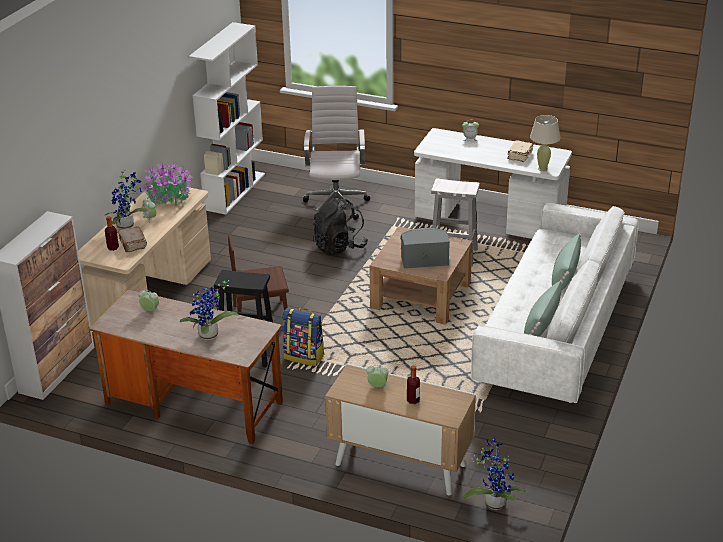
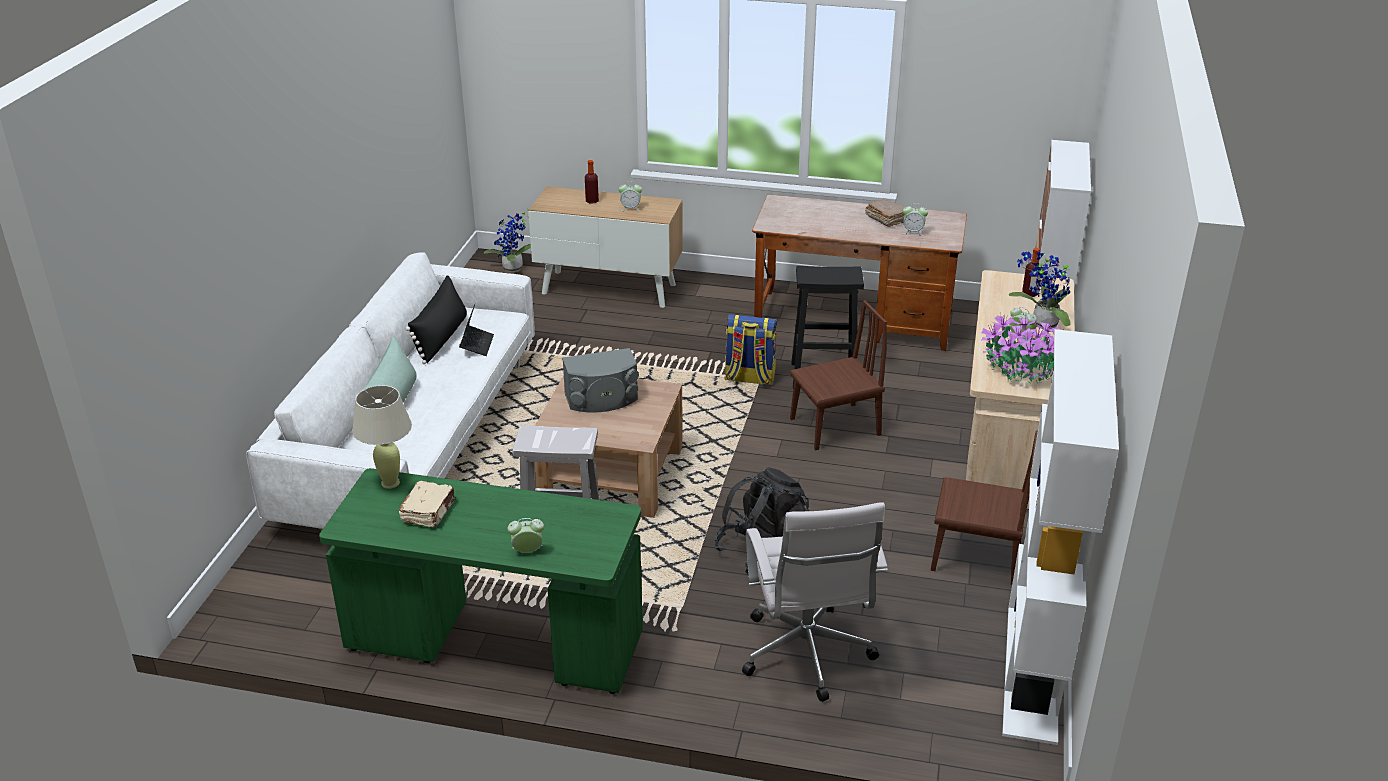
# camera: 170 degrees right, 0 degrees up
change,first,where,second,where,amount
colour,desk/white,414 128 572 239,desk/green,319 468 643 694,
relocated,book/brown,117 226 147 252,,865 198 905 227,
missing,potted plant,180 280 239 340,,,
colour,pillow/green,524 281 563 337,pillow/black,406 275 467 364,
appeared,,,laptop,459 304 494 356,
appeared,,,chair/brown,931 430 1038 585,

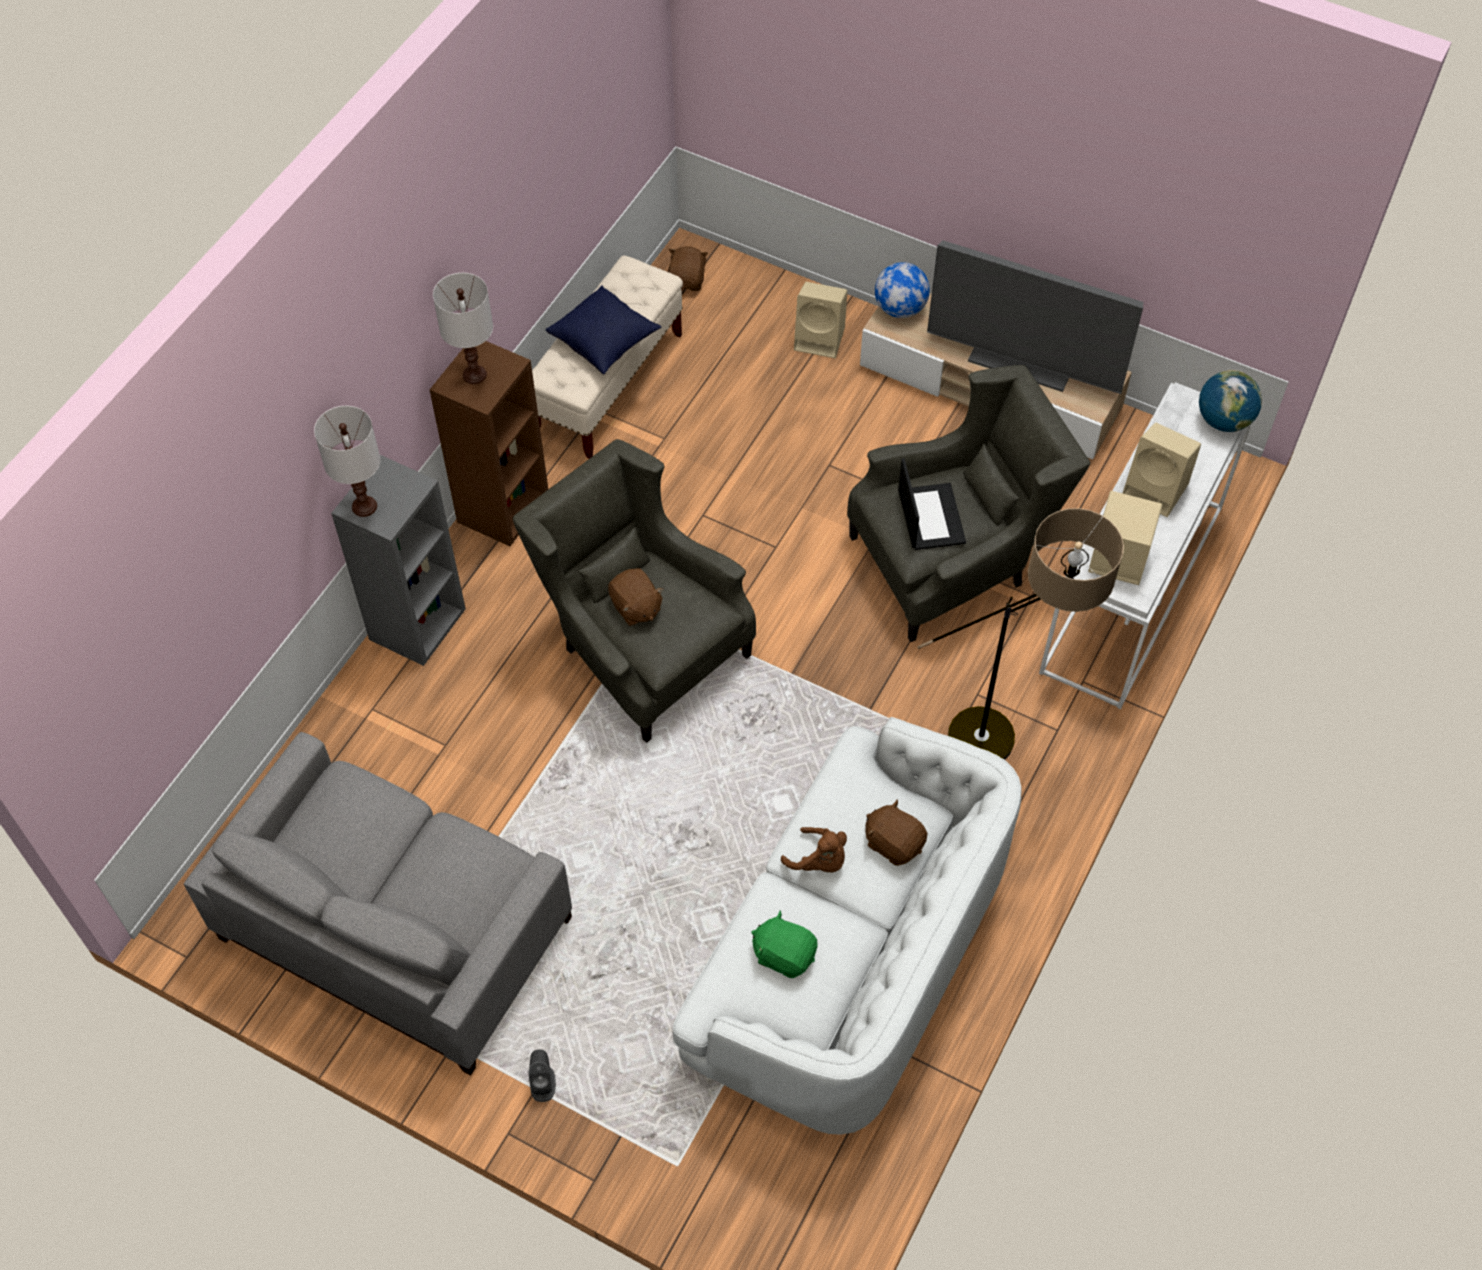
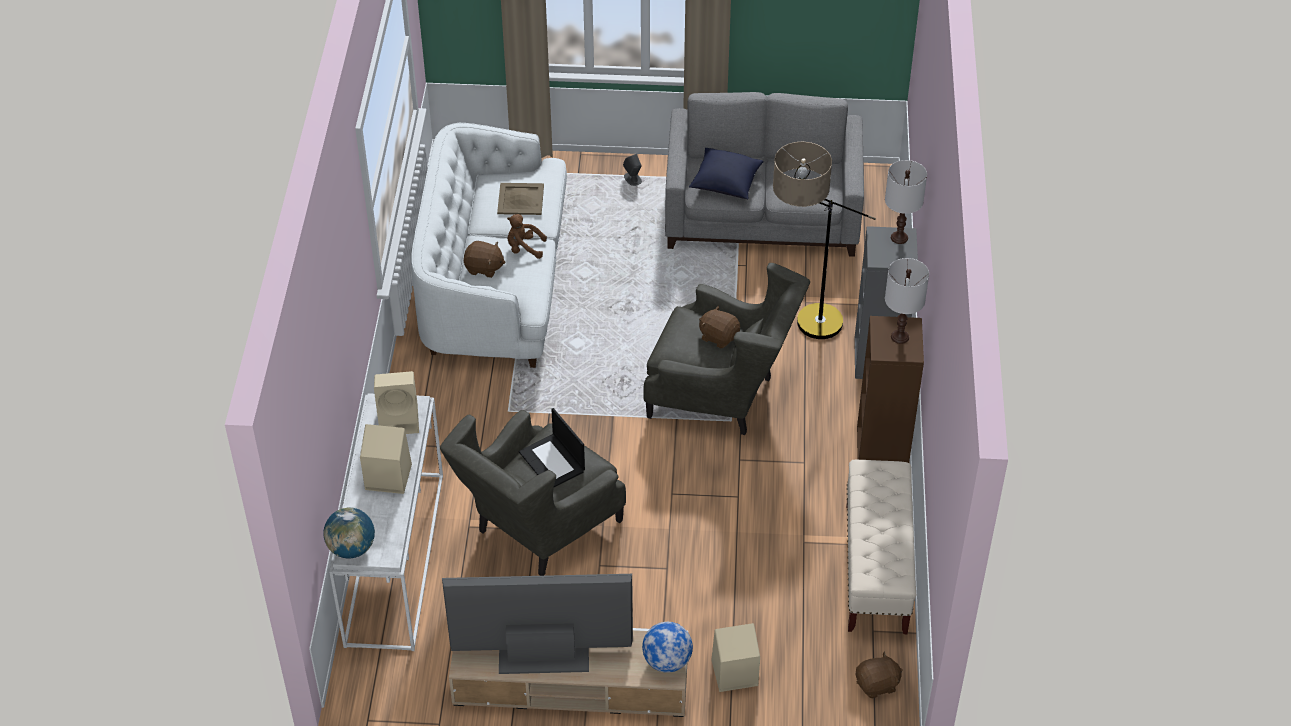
# camera: 155 degrees right, 10 degrees down
change,first,where,second,where,amount
spun,plush toy/brown,668 246 708 291,,855 652 903 698,90 degrees counterclockwise
relocated,pillow/blue,545 285 661 375,,689 148 764 200,
relocated,floor lamp,917 508 1124 760,,773 142 876 339,
exchanged,plush toy/green,751 910 817 978,tray/beige,497 183 544 215,

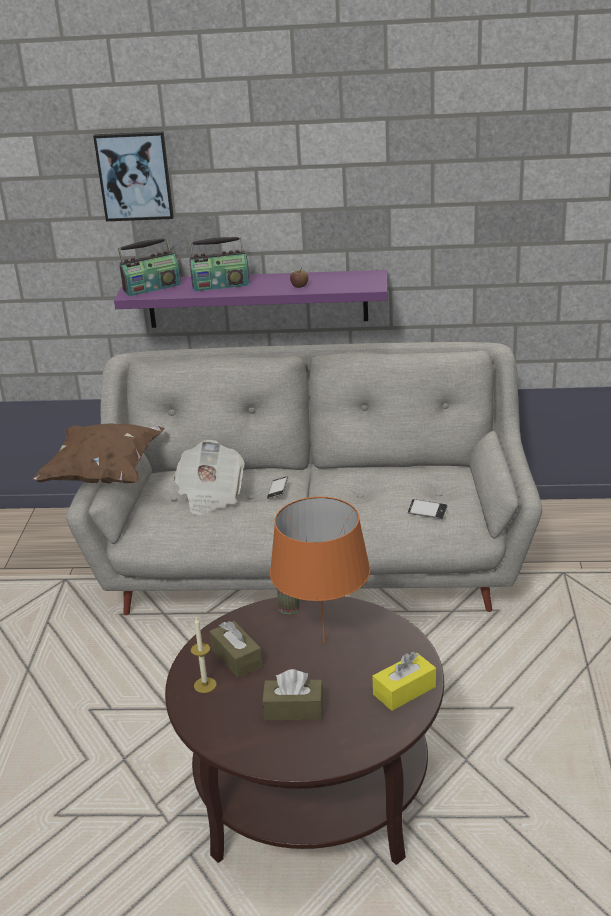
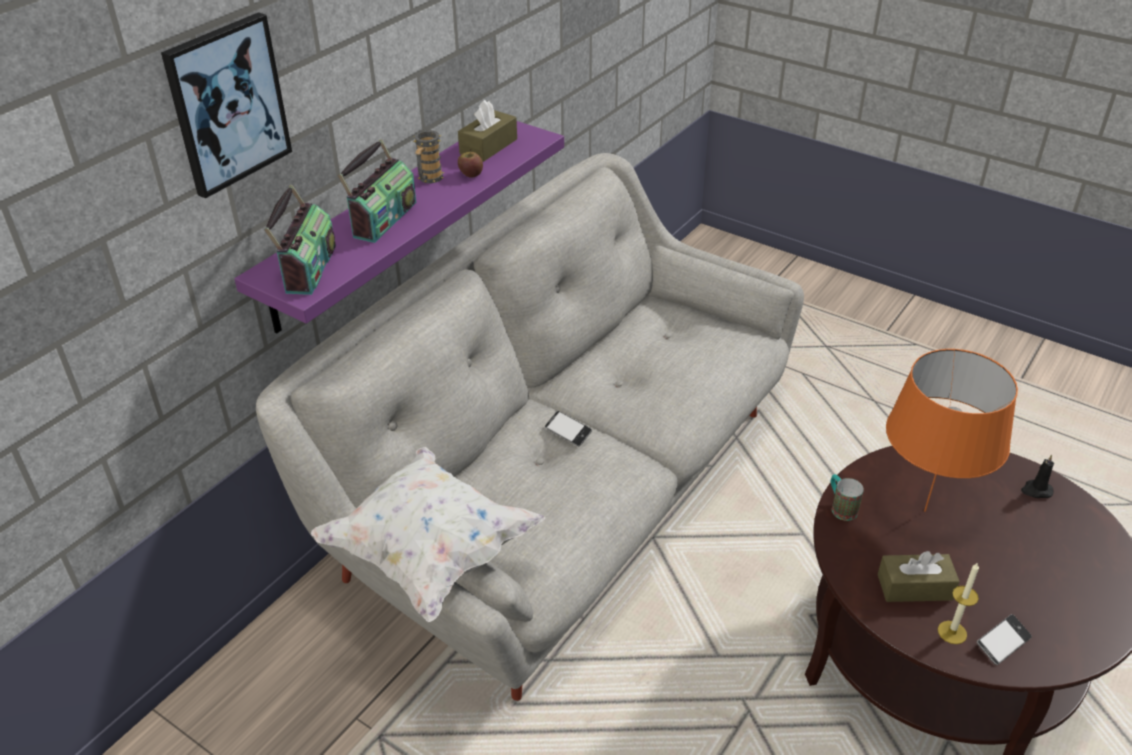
# camera: 60 degrees left, 10 degrees up
change,first,where,second,where,amount
colour,pillow/brown,32 423 165 484,pillow/white,311 447 545 622,
missing,newspaper,173 440 245 515,,,
relocated,phone,408 499 447 519,,977 614 1032 665,
exchanged,tissue box/yellow,372 652 436 711,candle/black,1021 455 1054 498,
relocated,tissue box/brown,262 669 323 720,,458 100 517 162,
appeared,,,mug,413 130 445 183,

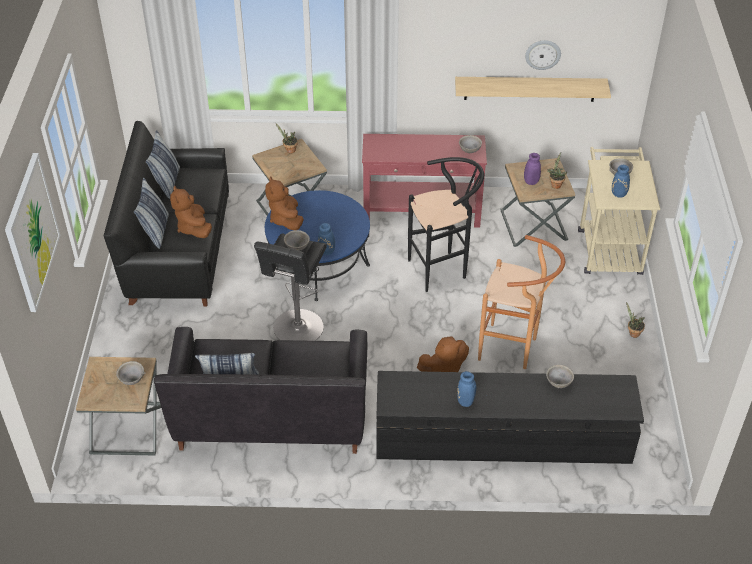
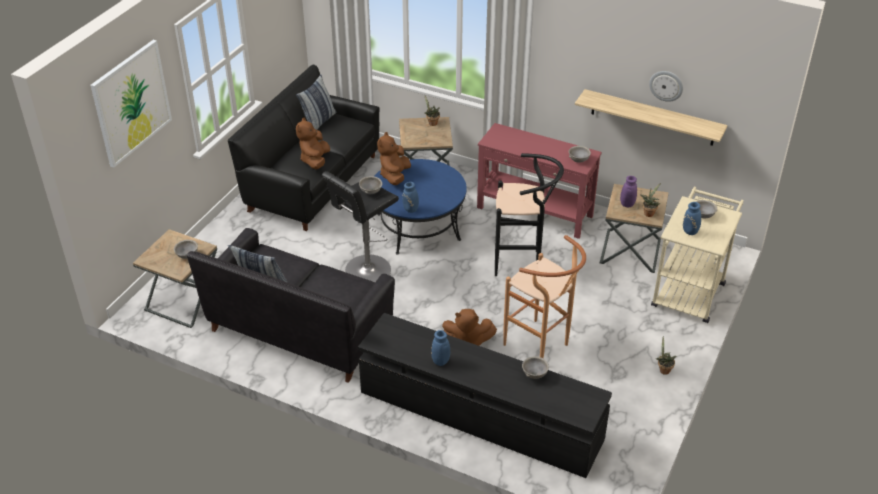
# camera: 25 degrees right, 5 degrees down
change,first,where,second,where,amount
missing,pillow,134 178 169 249,,,

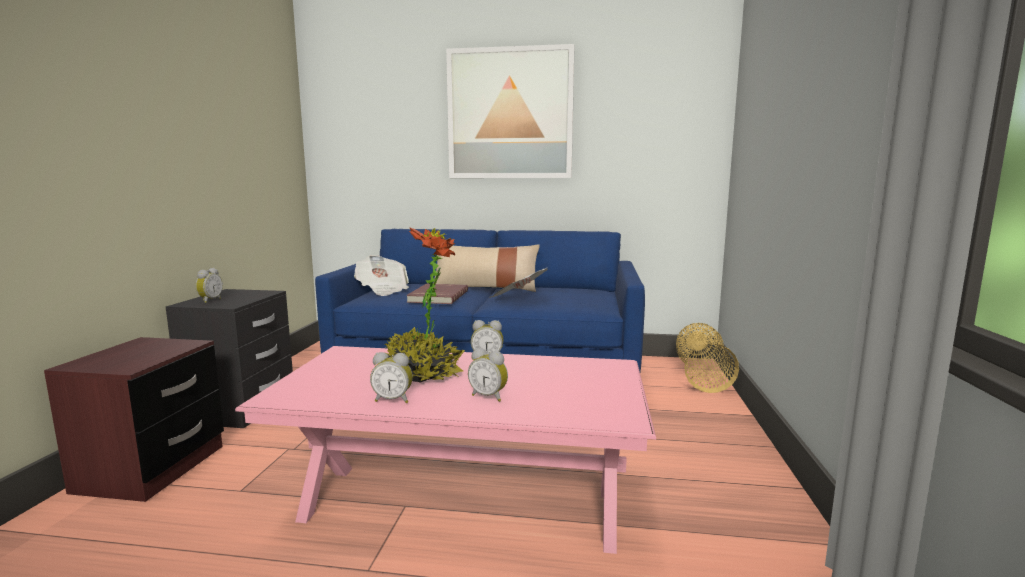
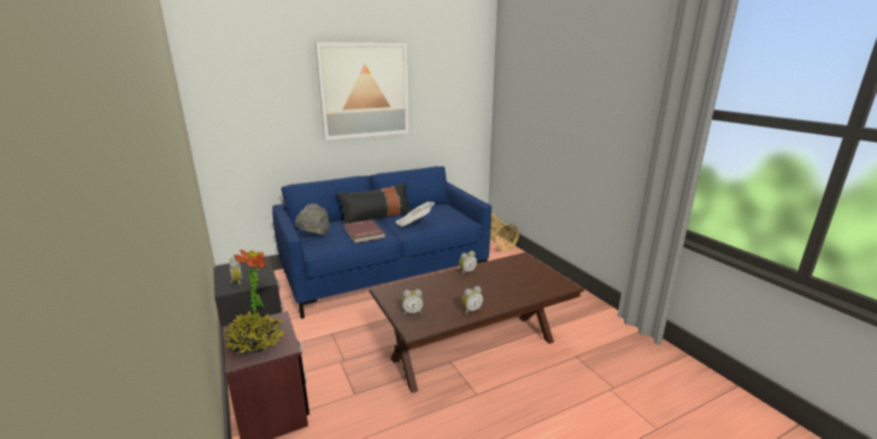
# camera: 35 degrees left, 10 degrees up
change,first,where,second,where,amount
relocated,potted plant,385 227 465 383,,224 250 286 354,
colour,pillow/beige,433 245 540 292,pillow/black,337 183 411 224,
exchanged,newspaper,354 255 409 296,hat/grey,295 204 330 235,
colour,coffee table/pink,235 346 656 554,coffee table/brown,369 252 585 393,
relocated,alarm clock,468 348 508 402,,402 289 423 315,

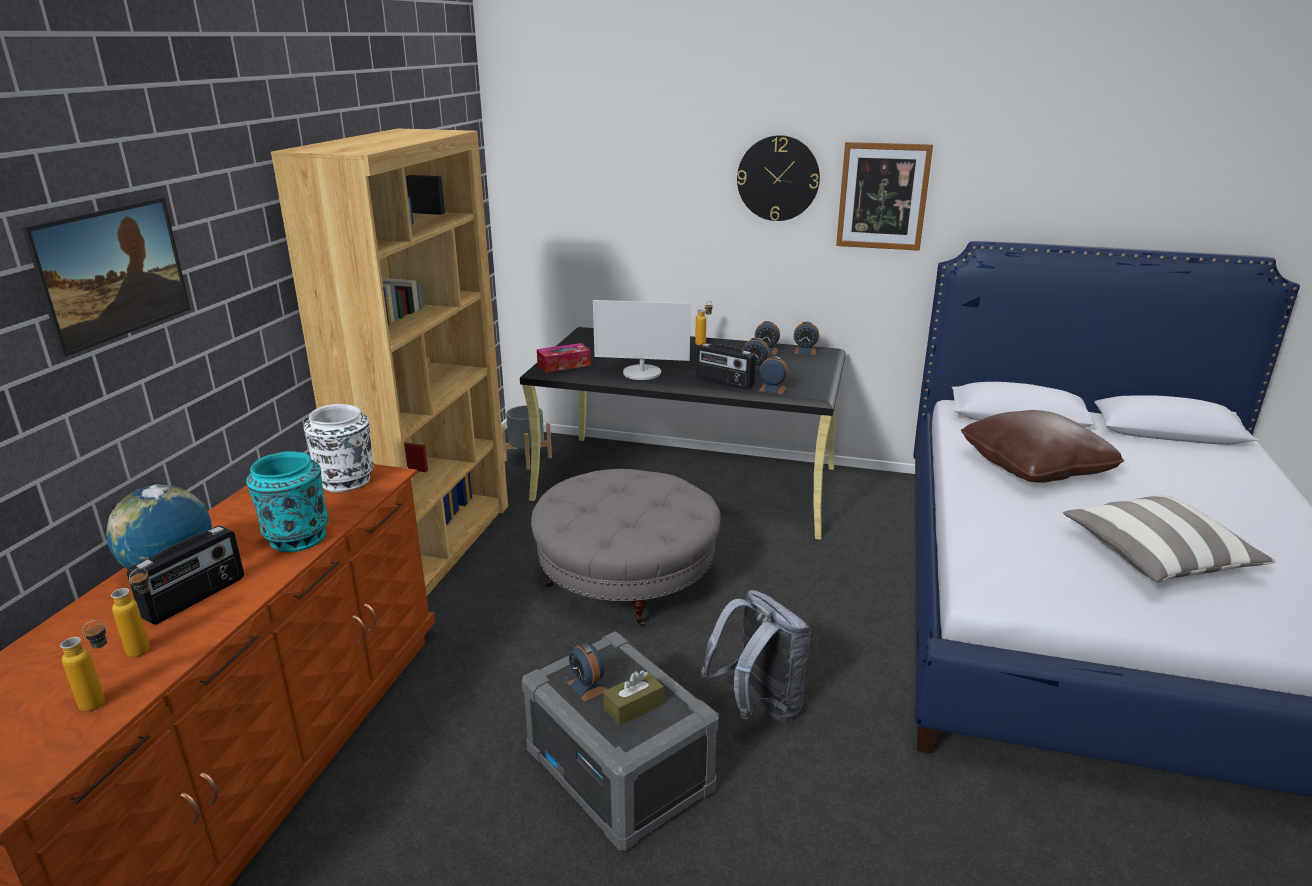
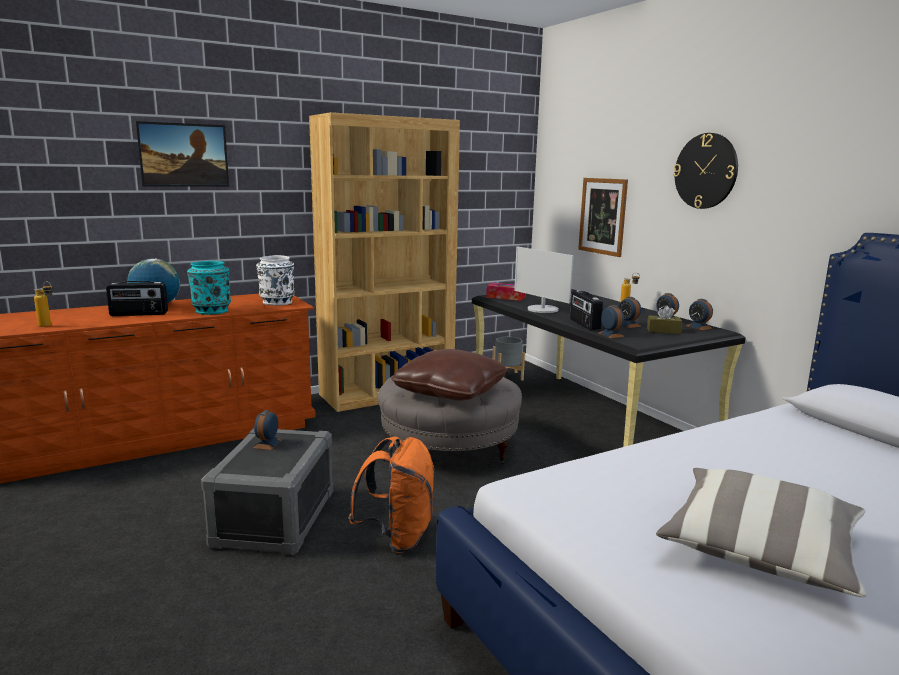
# camera: 45 degrees right, 10 degrees down
change,first,where,second,where,amount
relocated,picture,836 142 933 251,,578 178 628 257,
relocated,pillow/brown,961 410 1124 483,,391 349 508 401,
missing,bottle,111 568 150 658,,,
colour,backpack/grey,701 590 811 722,backpack/orange,348 437 435 553,
relocated,tissue box/brown,603 670 664 726,,647 305 682 334,

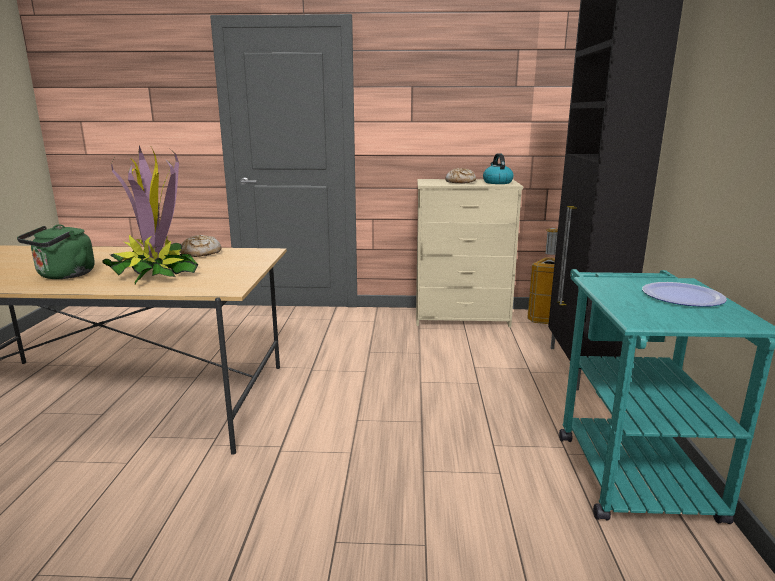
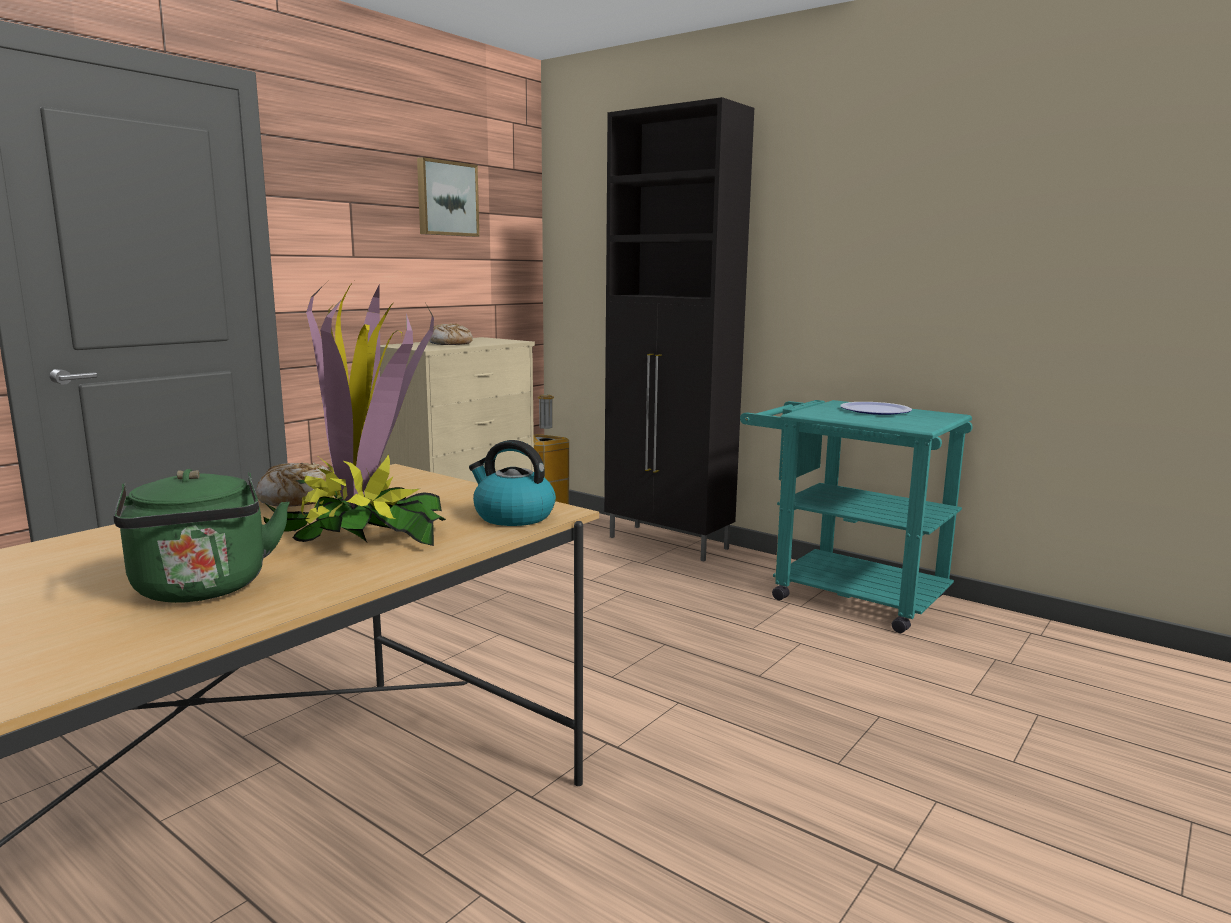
# camera: 55 degrees left, 5 degrees down
change,first,where,second,where,amount
relocated,kettle,483 153 514 184,,469 440 556 526,
appeared,,,picture,417 157 479 237,

